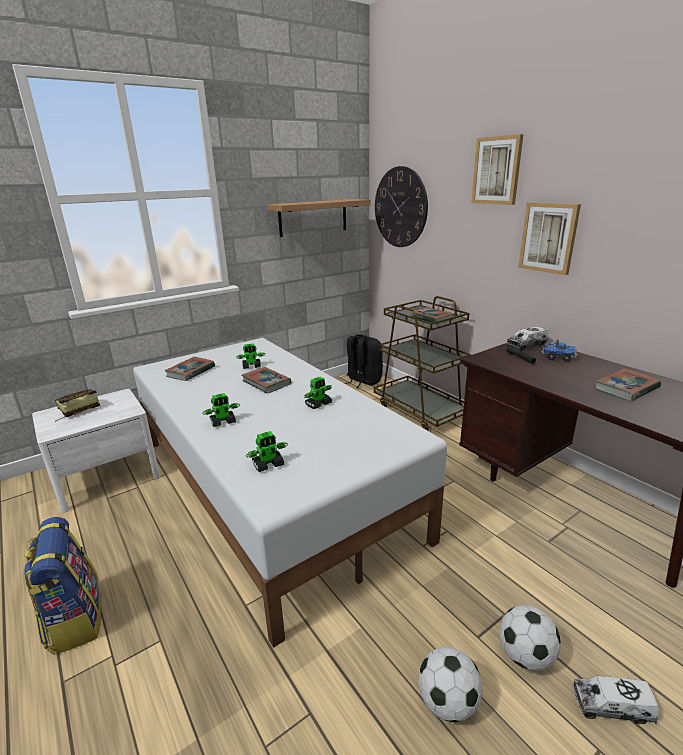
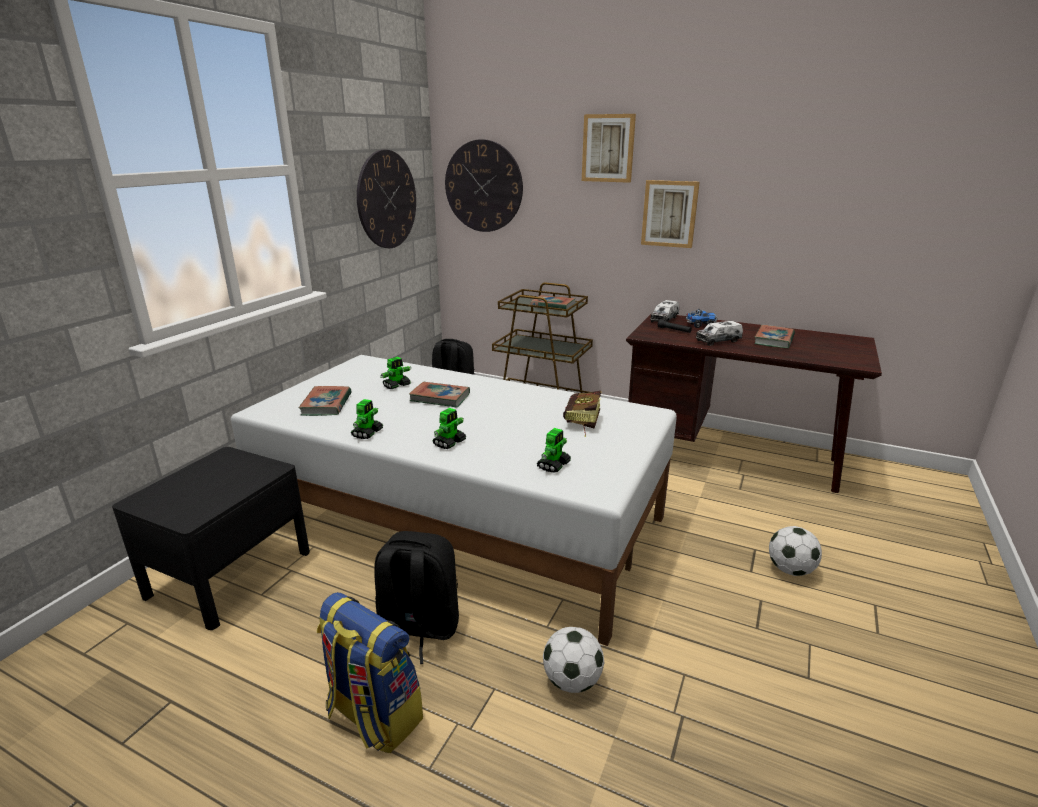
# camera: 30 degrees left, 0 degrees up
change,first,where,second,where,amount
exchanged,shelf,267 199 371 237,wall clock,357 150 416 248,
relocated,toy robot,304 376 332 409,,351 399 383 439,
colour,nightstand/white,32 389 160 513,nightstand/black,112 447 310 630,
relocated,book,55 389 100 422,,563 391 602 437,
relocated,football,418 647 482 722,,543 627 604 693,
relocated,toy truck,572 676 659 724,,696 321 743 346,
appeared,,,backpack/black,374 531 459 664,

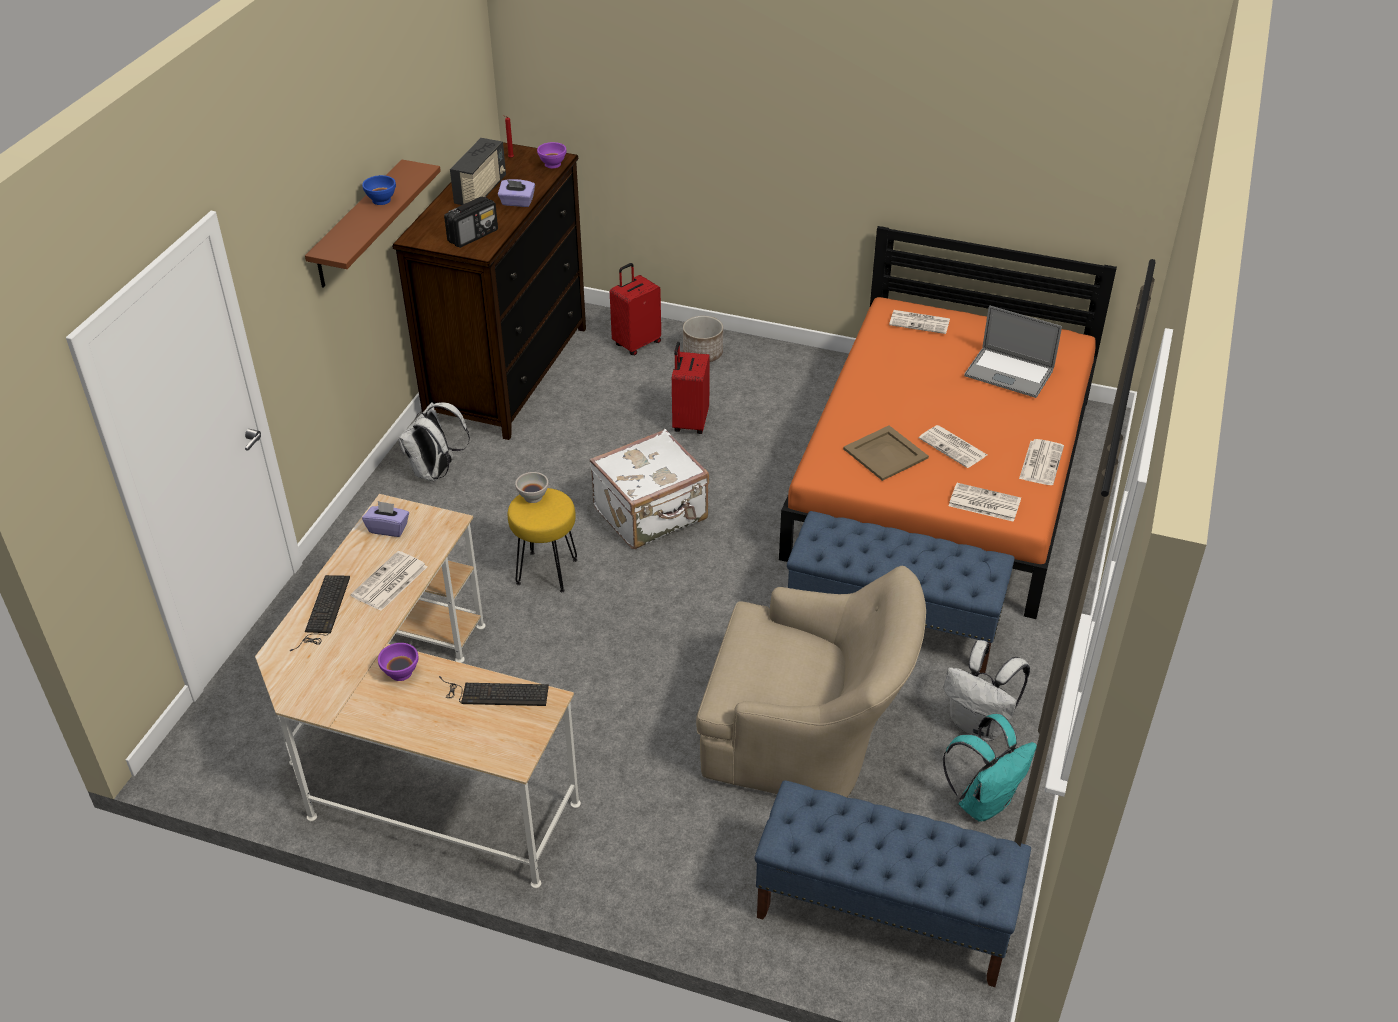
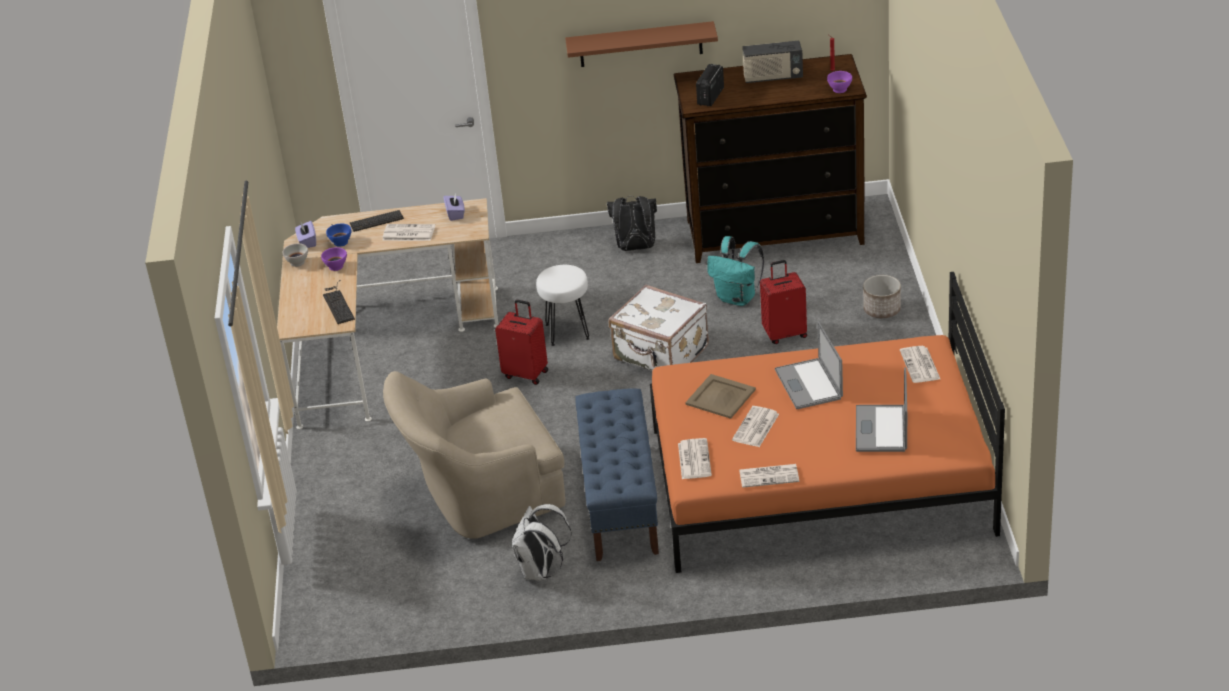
# camera: 70 degrees right, 5 degrees down
change,first,where,second,where,amount
relocated,bowl/blue,362 175 396 205,,326 224 352 247,
relocated,tissue box/purple,498 179 535 207,,295 221 316 248,
spun,radio,444 197 498 248,,696 64 724 106,90 degrees clockwise
relocated,suitcase/red,610 263 661 355,,495 300 548 385,
colour,backpack/white,398 402 470 481,backpack/black,607 196 657 251,
relocated,bowl/white,515 472 549 503,,282 243 308 267,
colour,stool/yellow,508 488 577 592,stool/white,536 265 590 346,
spun,armchair/beige,696 566 926 798,,383 371 565 539,75 degrees clockwise
relocated,backpack/turquoise,943 714 1037 822,,707 236 764 306,
missing,bench/blue,755 780 1031 987,,,
appeared,,,laptop,775 321 843 409,

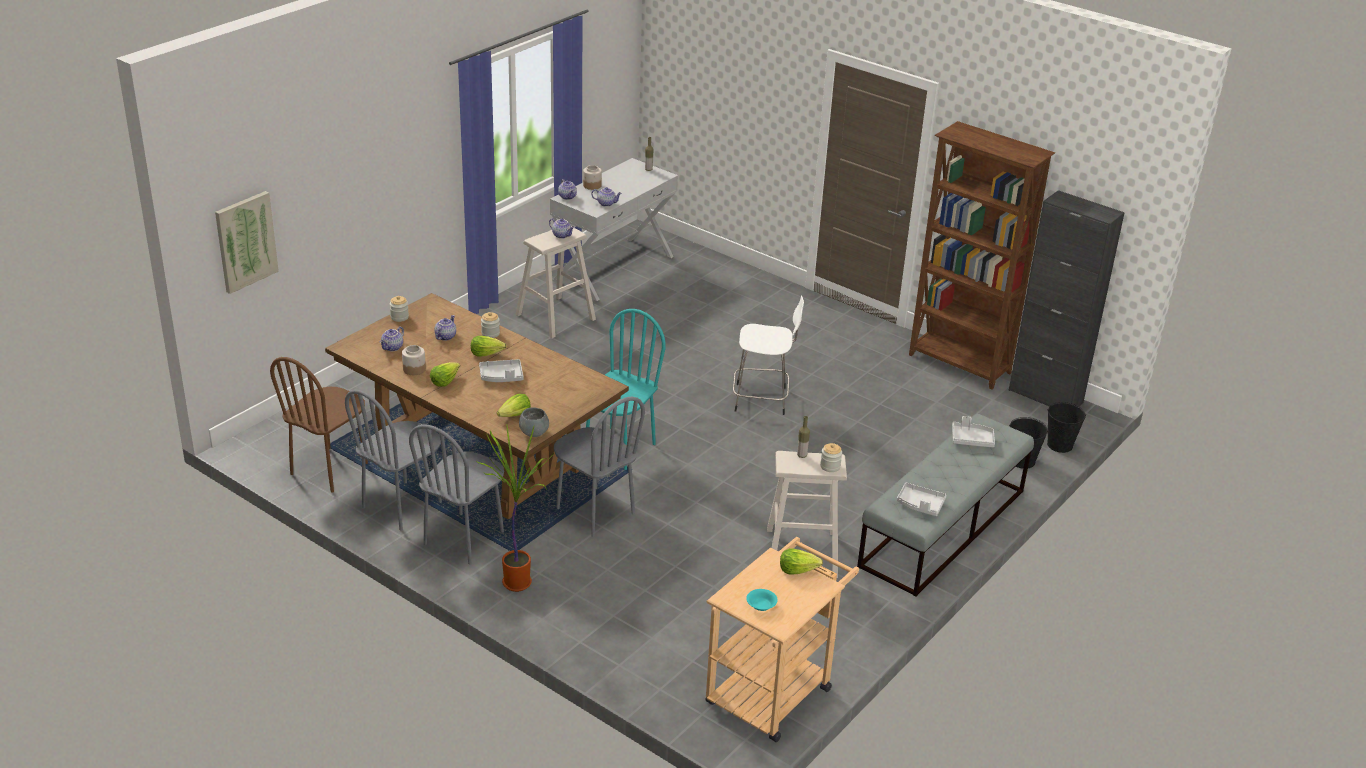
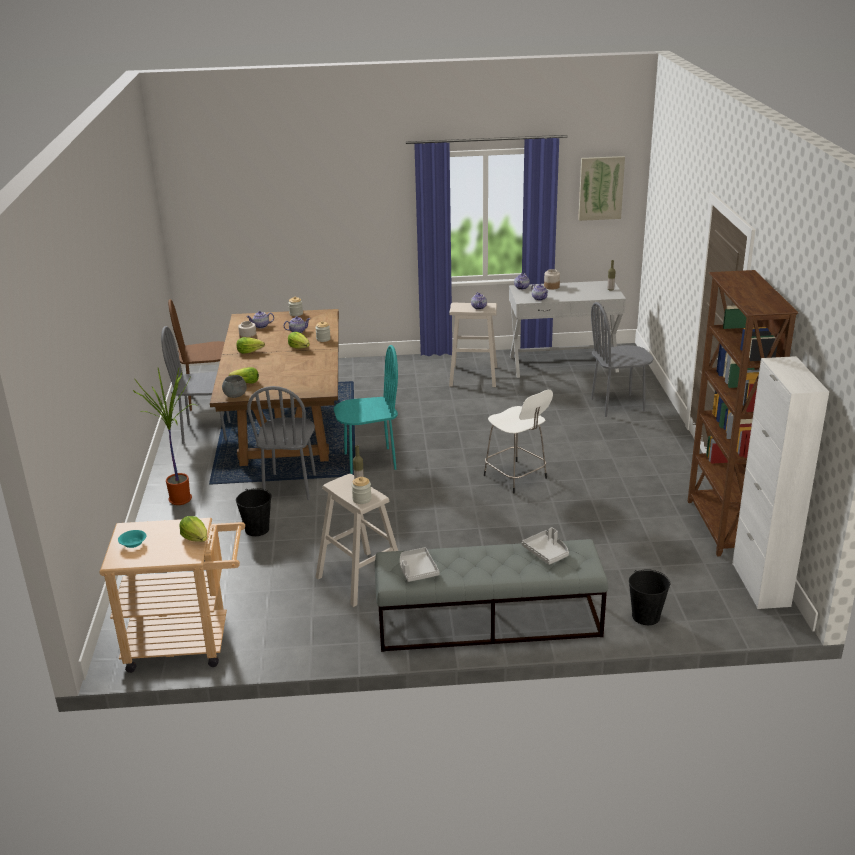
# camera: 50 degrees right, 5 degrees down
change,first,where,second,where,amount
colour,cabinet/black,1009 190 1125 407,cabinet/white,732 356 829 609,
relocated,picture,215 191 279 294,,578 156 625 221,
missing,tray/grey,479 359 523 382,,,
relocated,bucket/black,1047 402 1086 453,,236 488 272 536,
relocated,chair/grey,409 424 504 564,,591 302 654 417,

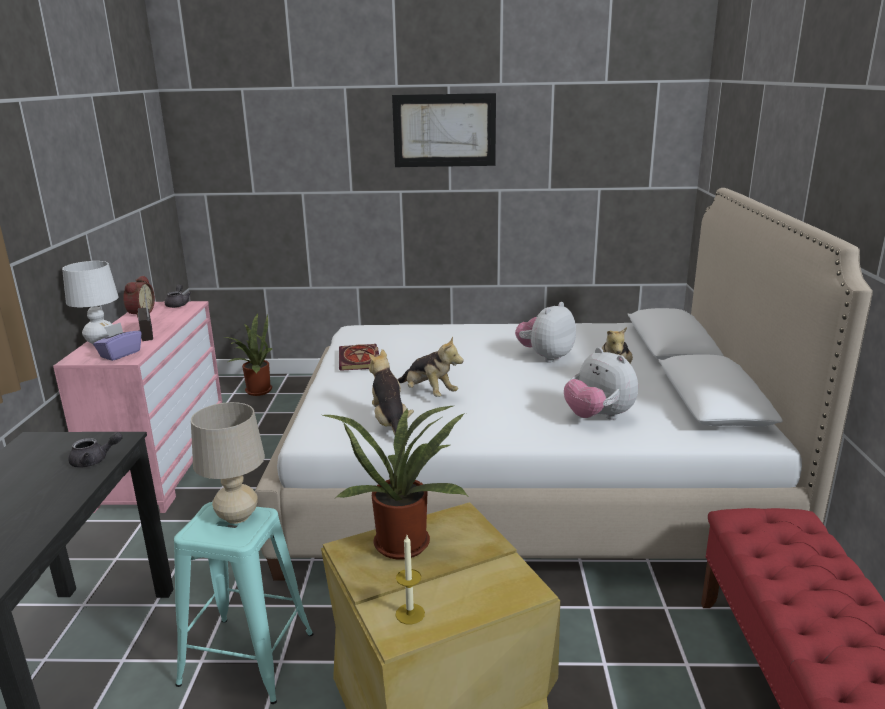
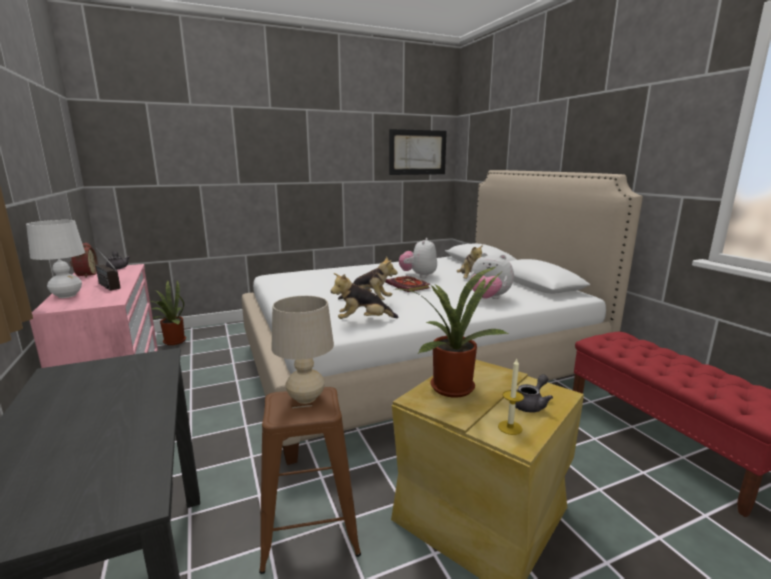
# camera: 25 degrees left, 5 degrees down
change,first,where,second,where,amount
relocated,picture,392 93 496 167,,389 129 447 175,
missing,tissue box/purple,93 323 141 361,,,
relocated,book,339 344 379 371,,385 276 430 292,
spun,plush toy,369 349 414 446,,331 273 399 319,60 degrees counterclockwise
relocated,teapot/grey,68 432 123 467,,515 374 553 413,
colour,stool/turquoise,174 502 313 704,stool/brown,259 387 361 574,

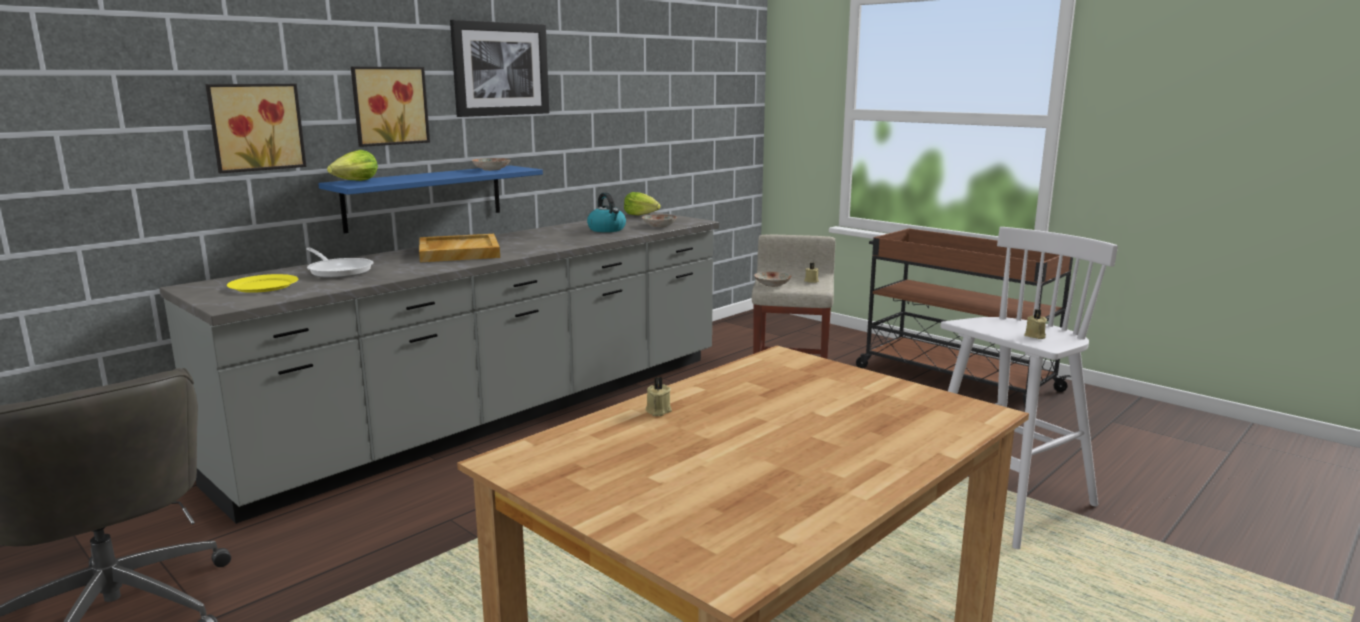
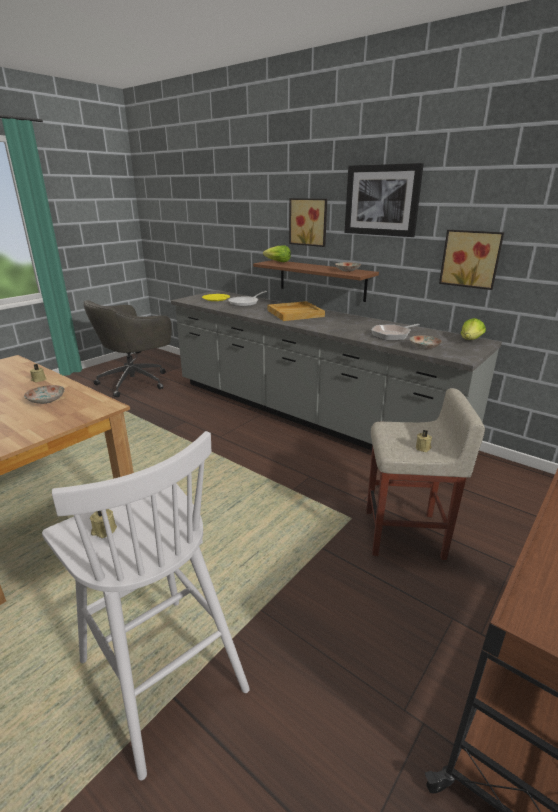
# camera: 85 degrees right, 10 degrees up
change,first,where,second,where,amount
relocated,picture,206 84 307 173,,439 230 504 290,
colour,shelf/blue,318 165 543 234,shelf/brown,253 260 379 302,
exchanged,kettle,587 193 626 232,frying pan,371 324 420 340,
relocated,plate,754 272 792 287,,24 385 65 404,

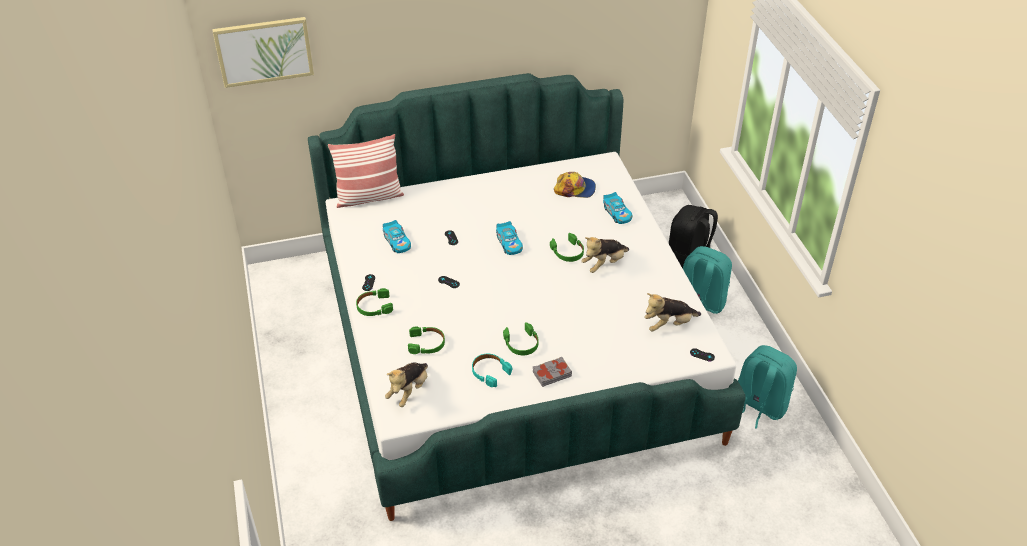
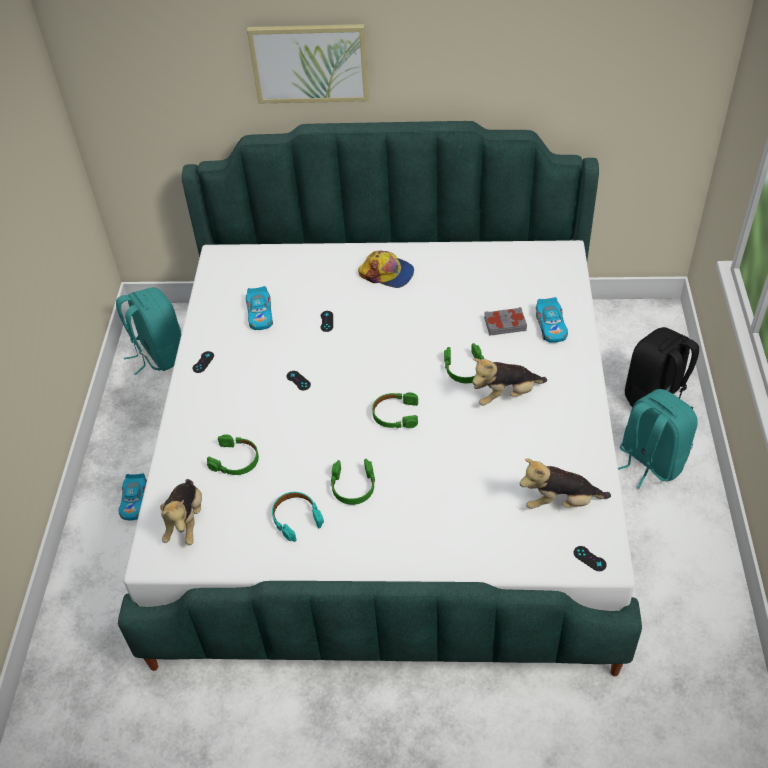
# camera: 20 degrees right, 5 degrees up
change,first,where,second,where,amount
relocated,picture,212 17 314 88,,247 24 369 103,
missing,pillow,328 134 404 208,,,
relocated,cap,554 172 596 198,,358 251 414 288,
relocated,toy car,496 221 523 255,,118 473 147 521,
relocated,headphones/green,356 288 393 316,,372 392 418 428,
relocated,backpack/turquoise,738 345 797 429,,116 287 181 375,
relocated,book/grey,533 357 572 387,,484 307 527 336,
spun,plush toy,385 363 428 407,,160 479 202 545,45 degrees counterclockwise

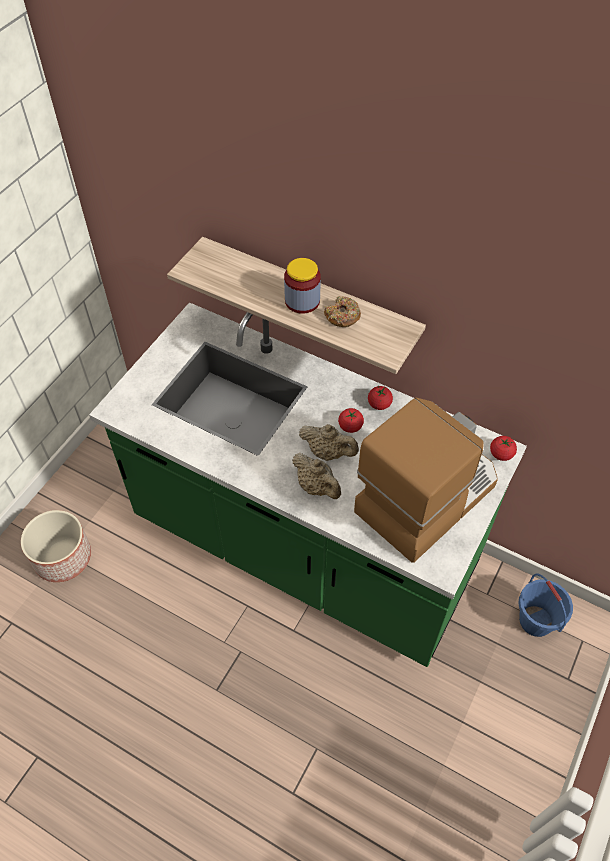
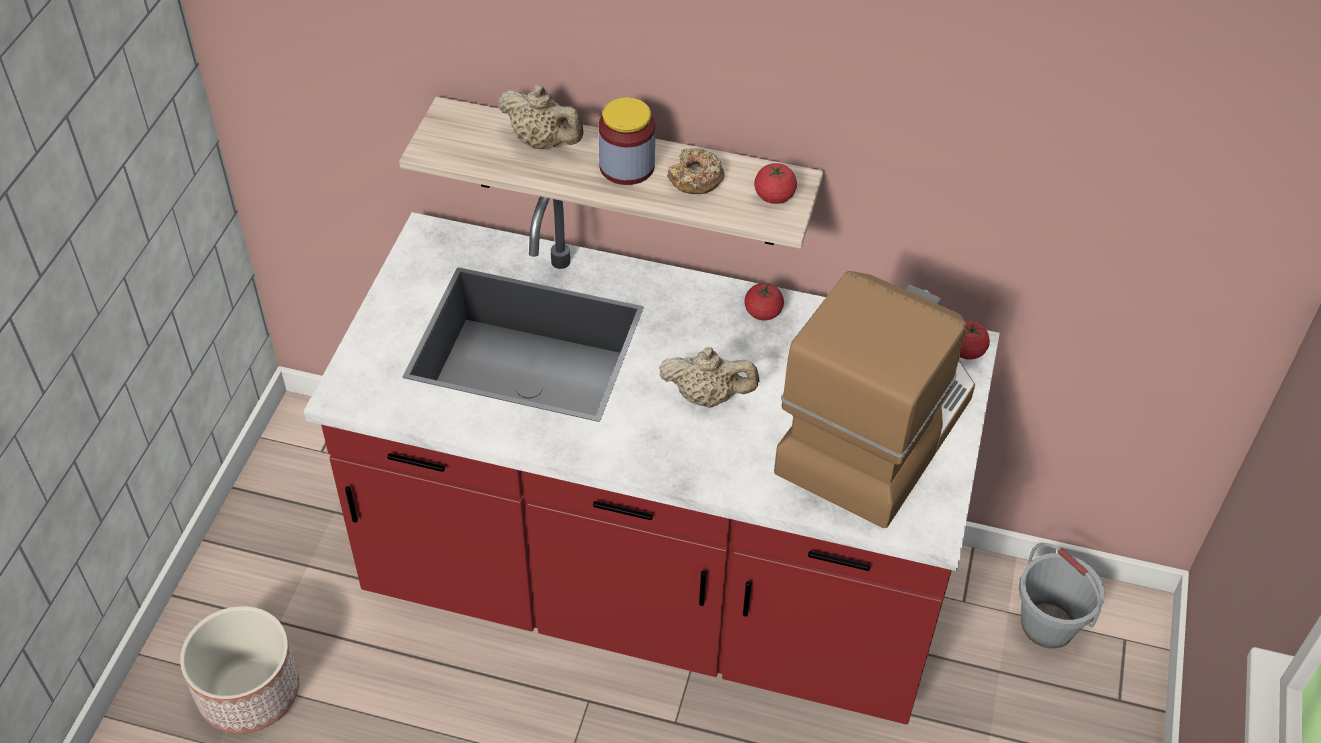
# camera: 15 degrees left, 5 degrees down
change,first,where,second,where,amount
colour,counter/green,89 302 527 667,counter/red,304 196 1000 725,
relocated,tomato,338 408 364 433,,754 163 797 204,
relocated,teapot/beige,292 453 341 499,,498 84 584 149,
colour,bucket/blue,518 573 573 637,bucket/grey,1019 543 1105 648,

